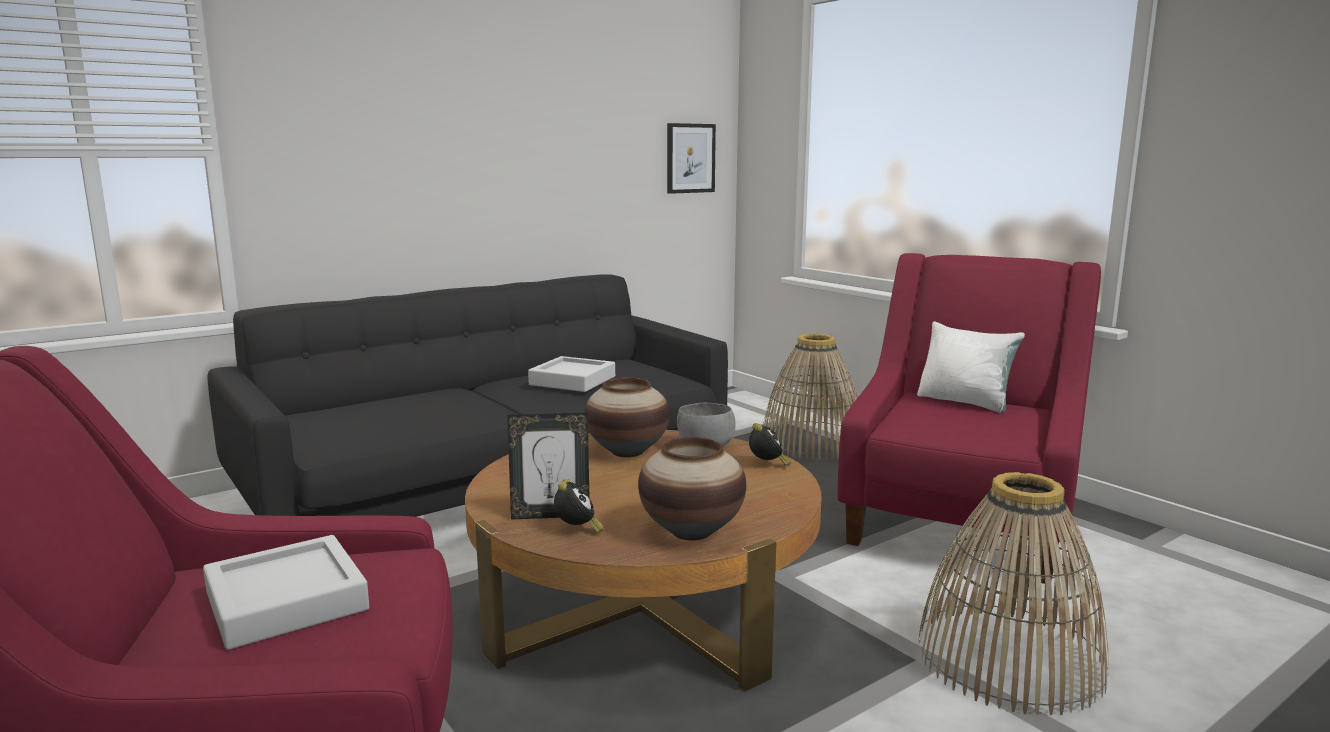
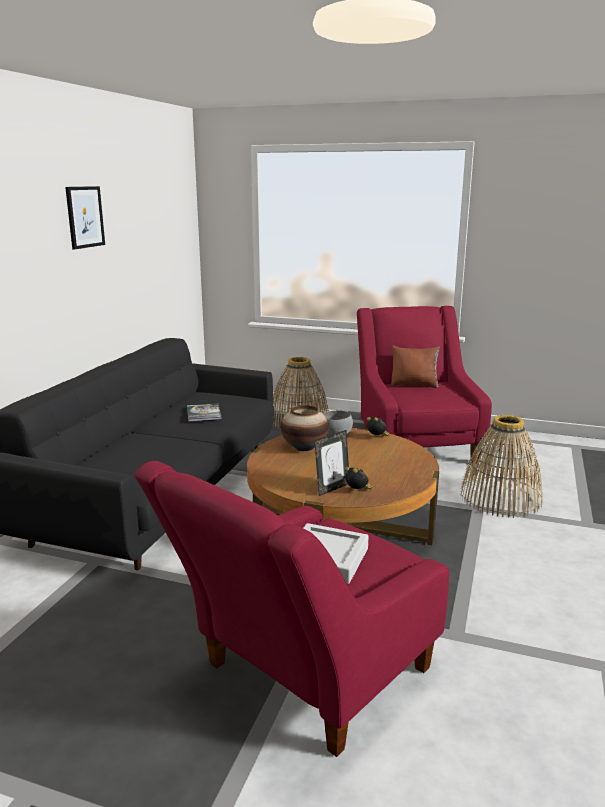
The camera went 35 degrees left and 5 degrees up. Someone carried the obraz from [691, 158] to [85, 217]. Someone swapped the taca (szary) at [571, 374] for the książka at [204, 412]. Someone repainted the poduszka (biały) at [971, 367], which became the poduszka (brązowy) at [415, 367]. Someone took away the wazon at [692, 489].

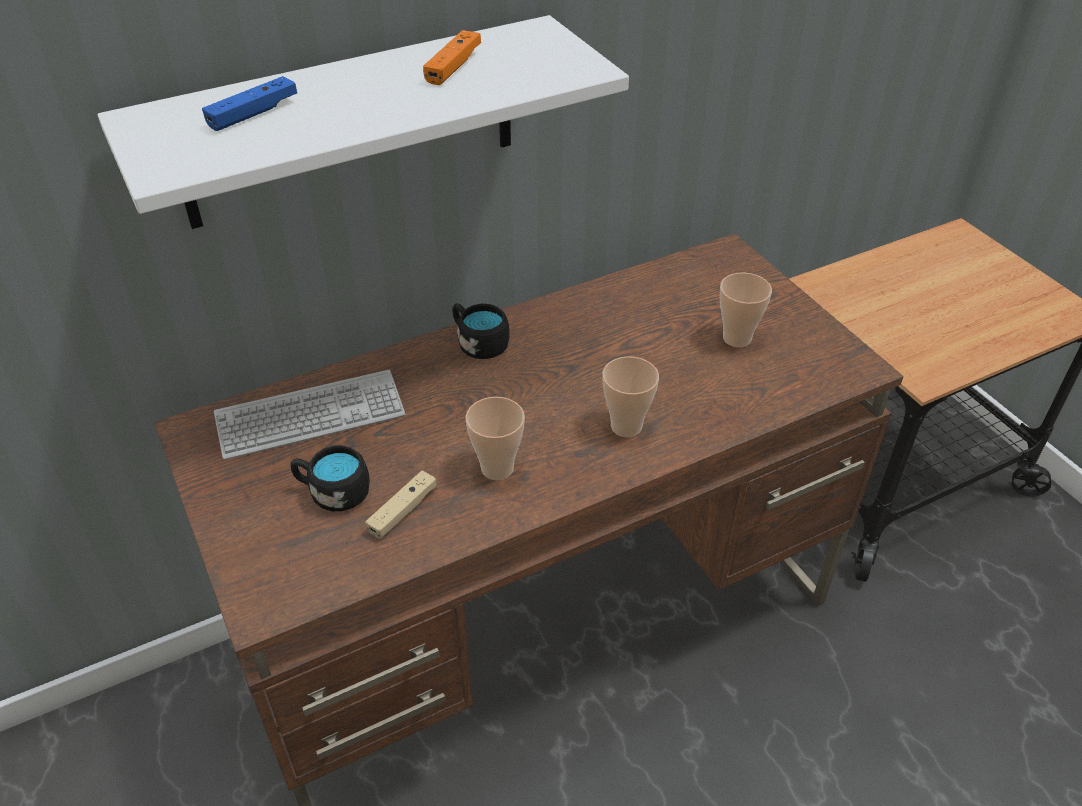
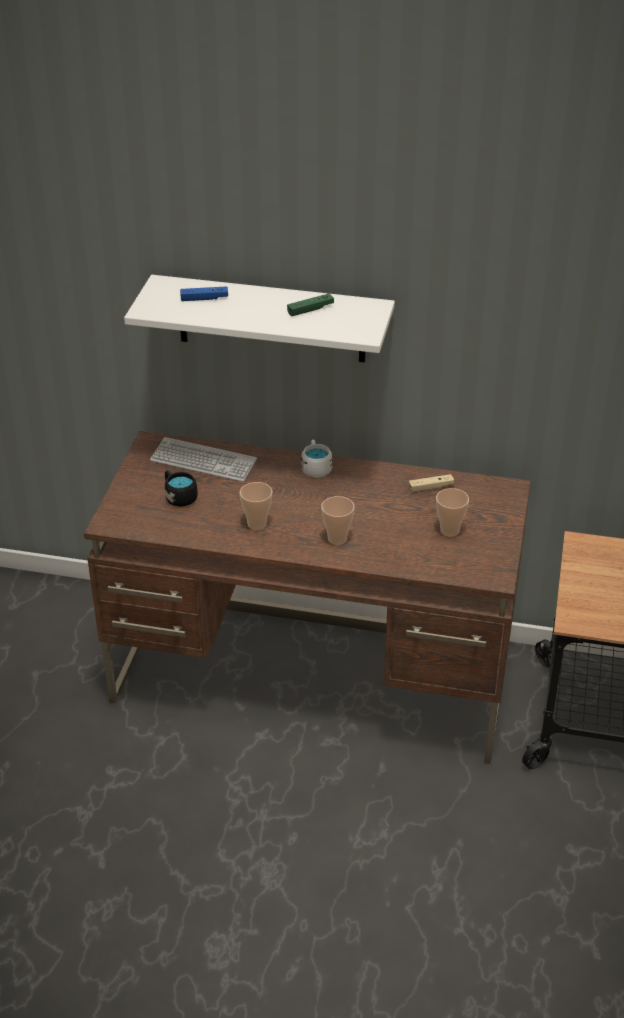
The camera went 40 degrees right and 5 degrees down. Someone repainted the pad do gier (pomarańczowy) at [452, 57], which became the pad do gier (zielony) at [310, 304]. Someone repainted the kubek (czarny) at [481, 331], which became the kubek (biały) at [316, 458]. Someone carried the pad do gier (beżowy) from [401, 505] to [431, 483].

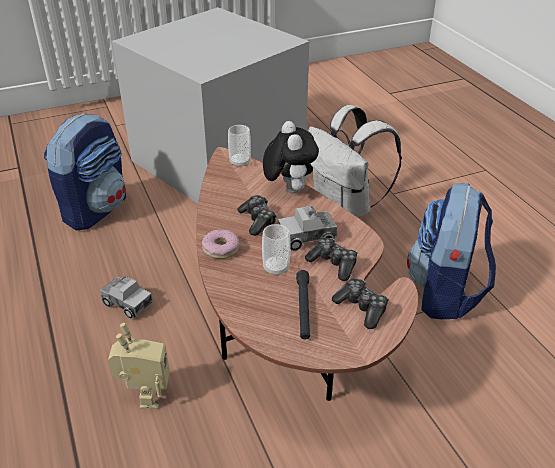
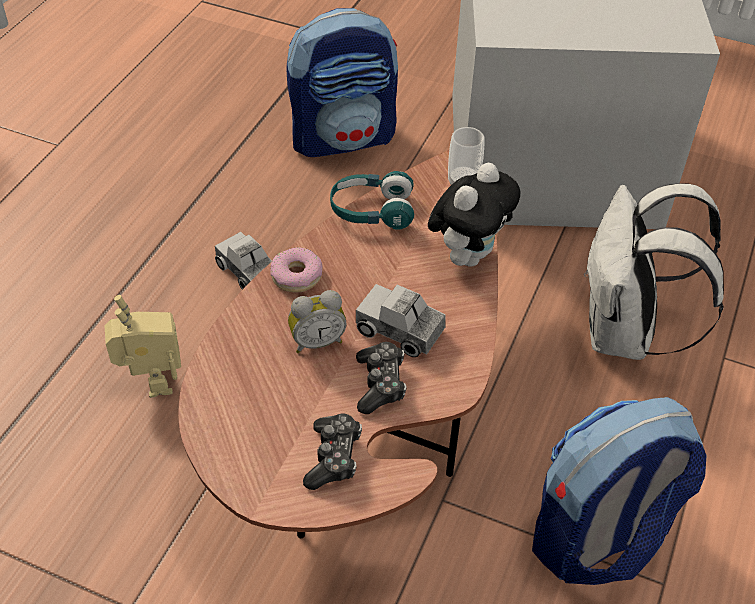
The camera went 45 degrees right and 10 degrees up. Someone rotated the robot zabawkowy at [139, 366] by 60 degrees counterclockwise. Someone rotated the ciężarówka zabawkowa at [126, 297] by 150 degrees clockwise. Someone swapped the filiżanka at [276, 250] for the budzik at [317, 321]. Someone put down the słuchawki (turkusowy) at [372, 200]. Someone took away the pad do gier at [256, 215]. Someone took away the latarka (czarny) at [303, 304].

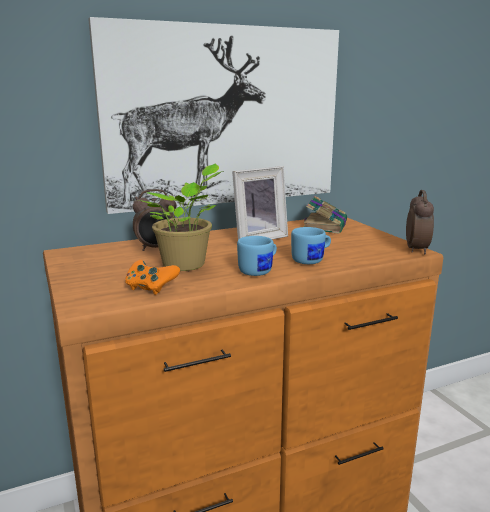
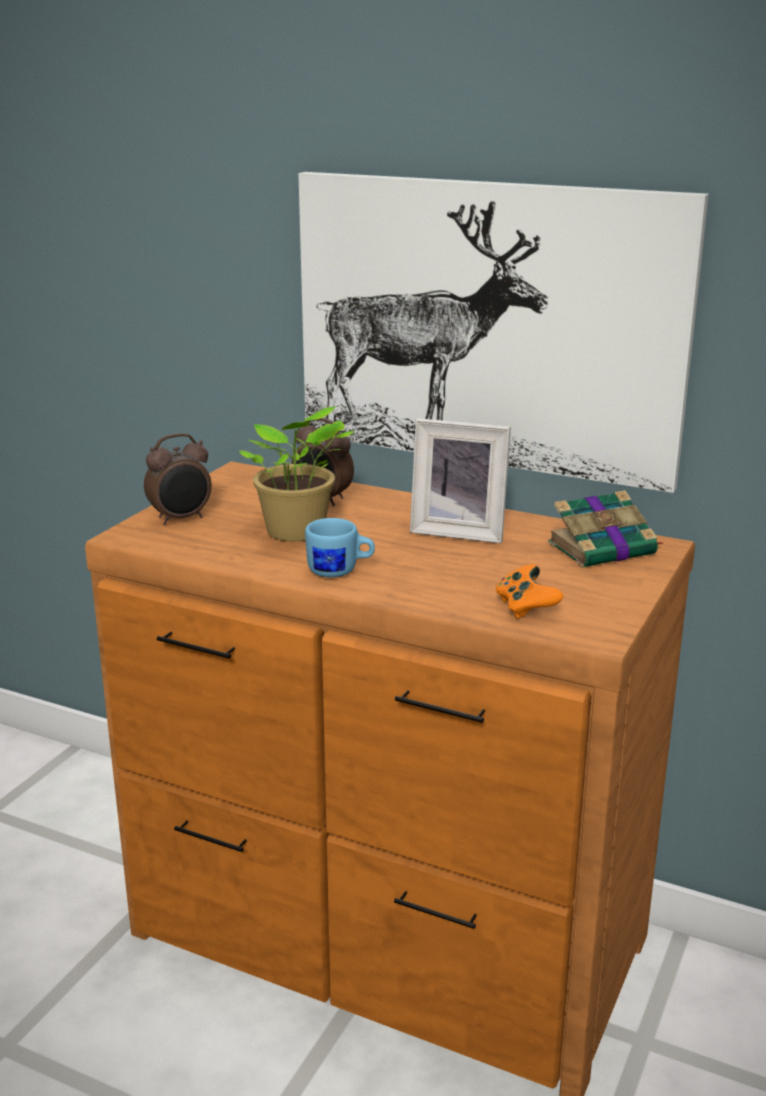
The camera went 50 degrees right and 5 degrees up. Someone carried the budzik from [420, 222] to [178, 479]. Someone carried the pad do gier (pomarańczowy) from [152, 277] to [529, 591]. Someone took away the kubek (niebieski) at [311, 245].

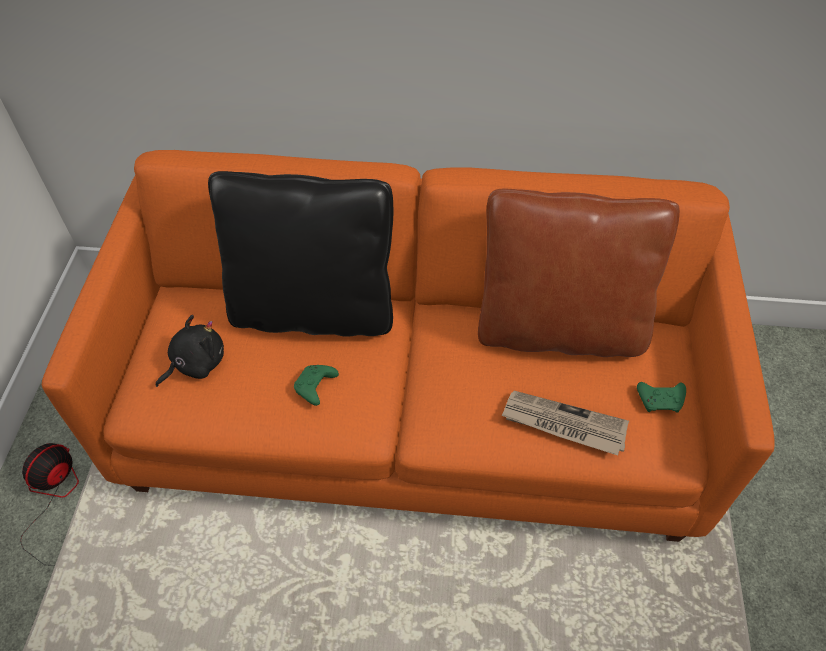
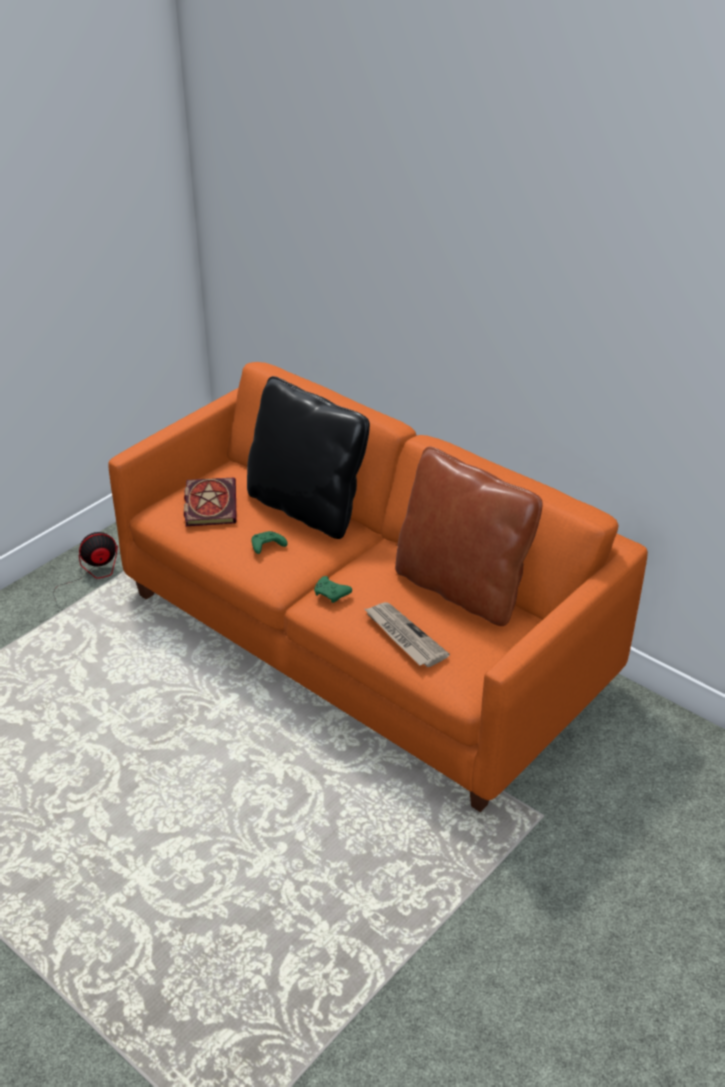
The camera went 35 degrees right and 15 degrees down. Someone swapped the pluszak (czarny) at [190, 351] for the książka at [210, 502]. Someone carried the pad do gier (zielony) from [661, 397] to [333, 589].

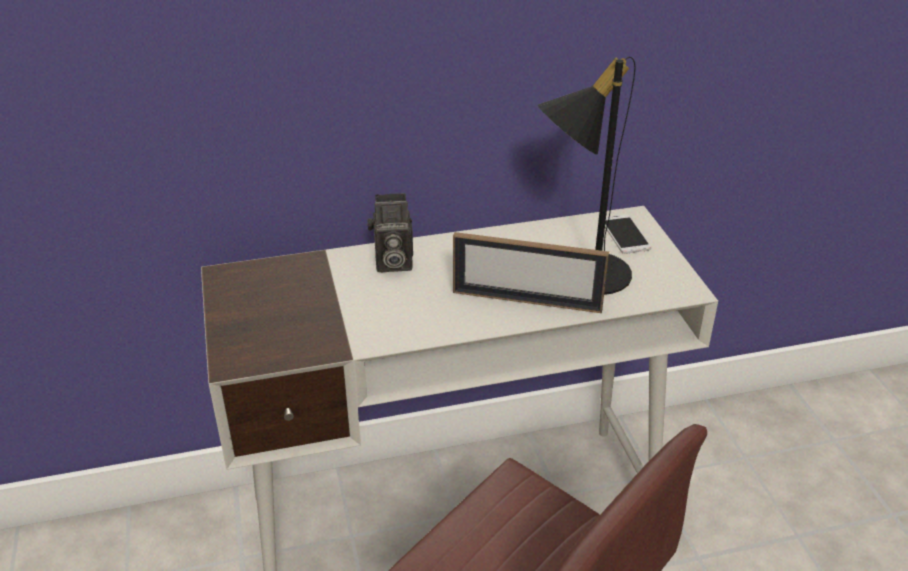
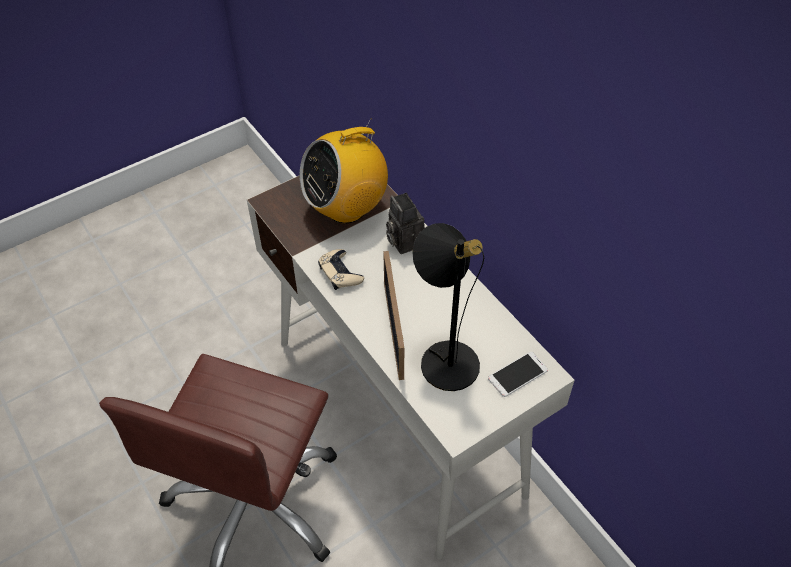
The camera went 70 degrees right and 15 degrees up. Someone put down the radio at [344, 170]. Someone put down the pad do gier (beżowy) at [341, 269].

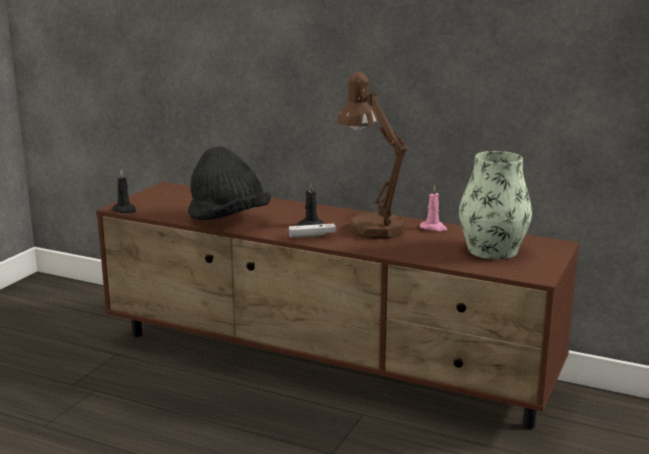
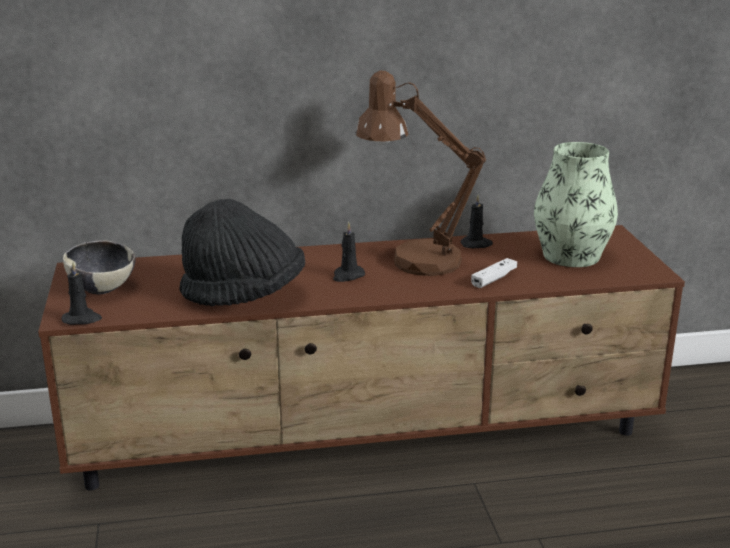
The camera went 35 degrees left and 5 degrees up. Someone put down the miska at [99, 267]. Someone repainted the świeca (różowy) at [433, 208], which became the świeca (czarny) at [476, 221]. Someone carried the pad do gier (biały) from [312, 231] to [494, 273].

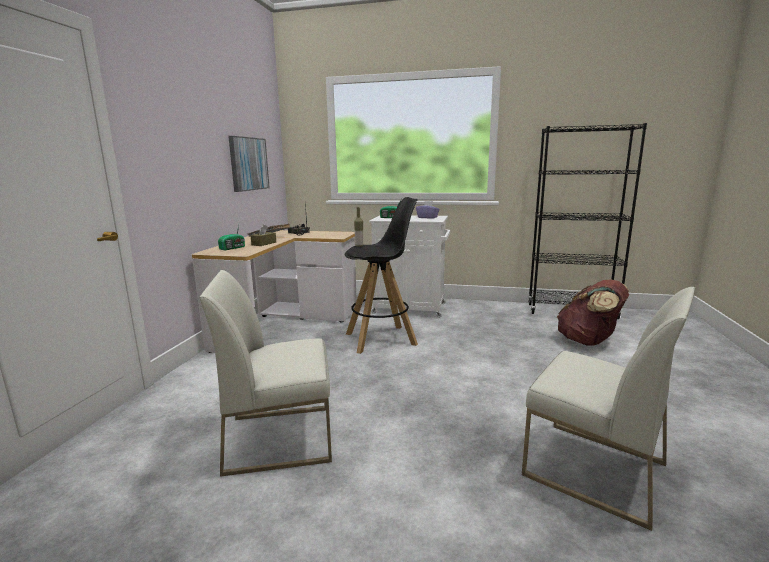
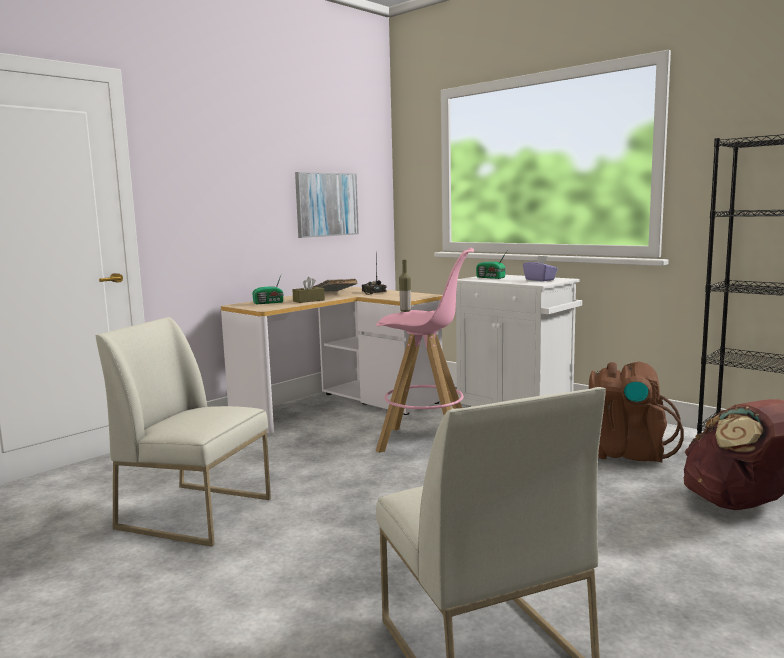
The camera went 30 degrees right and 5 degrees down. Someone repainted the stołek (czarny) at [381, 275], which became the stołek (różowy) at [425, 350]. Someone put down the plecak (brązowy) at [636, 412].

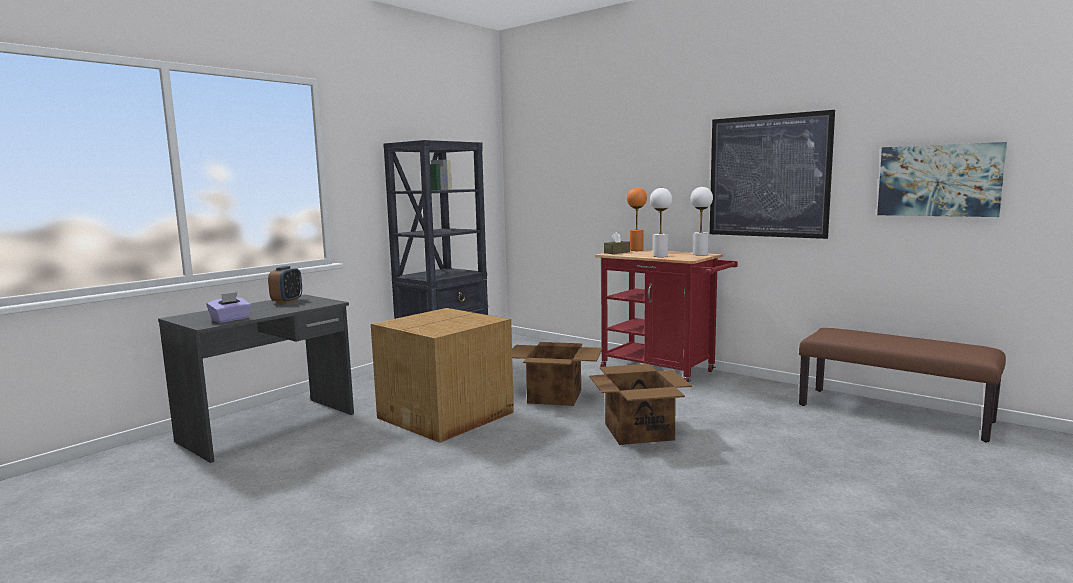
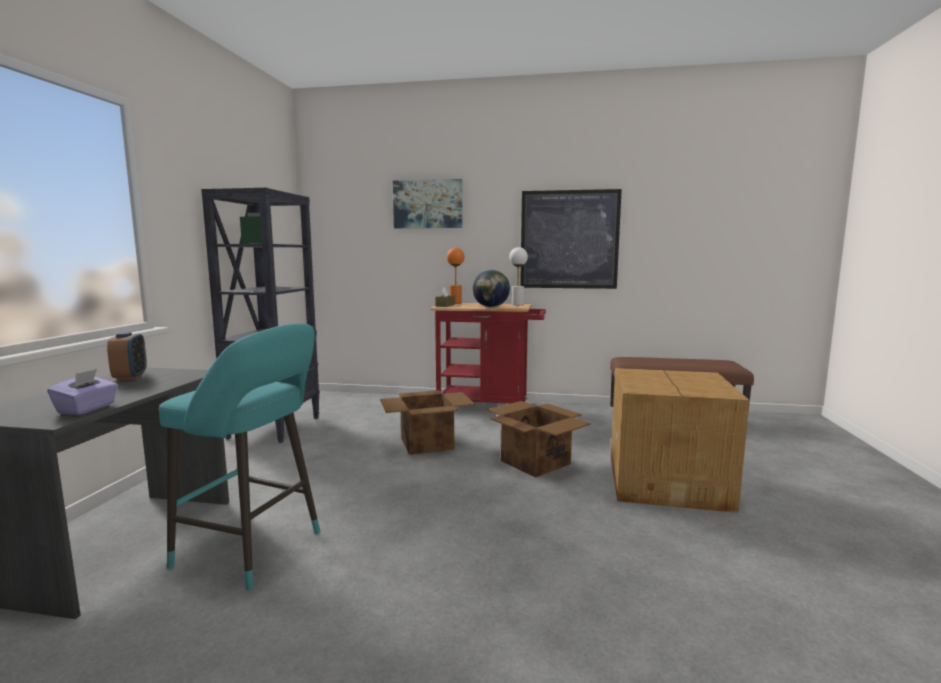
The camera went 30 degrees left and 0 degrees up. Someone put down the stołek (turkusowy) at [239, 456]. Someone carried the obraz from [942, 179] to [427, 203]. Someone swapped the lampa stołowa (biały) at [661, 222] for the globus at [491, 288]. Someone carried the karton from [442, 375] to [680, 440].

